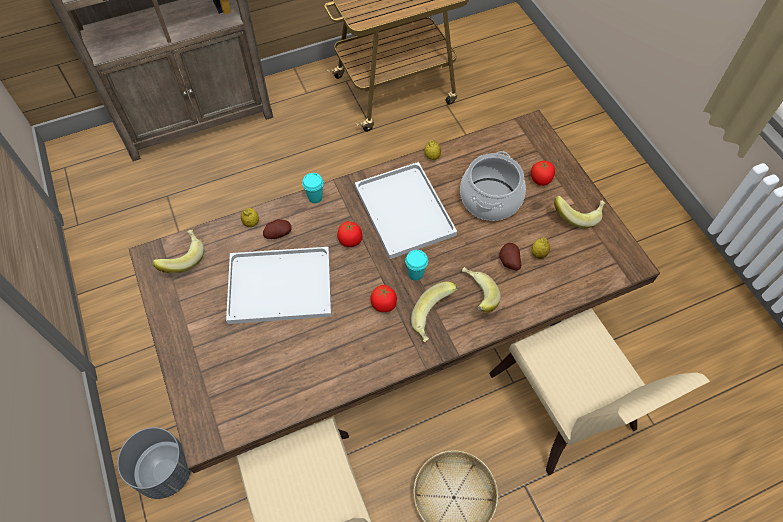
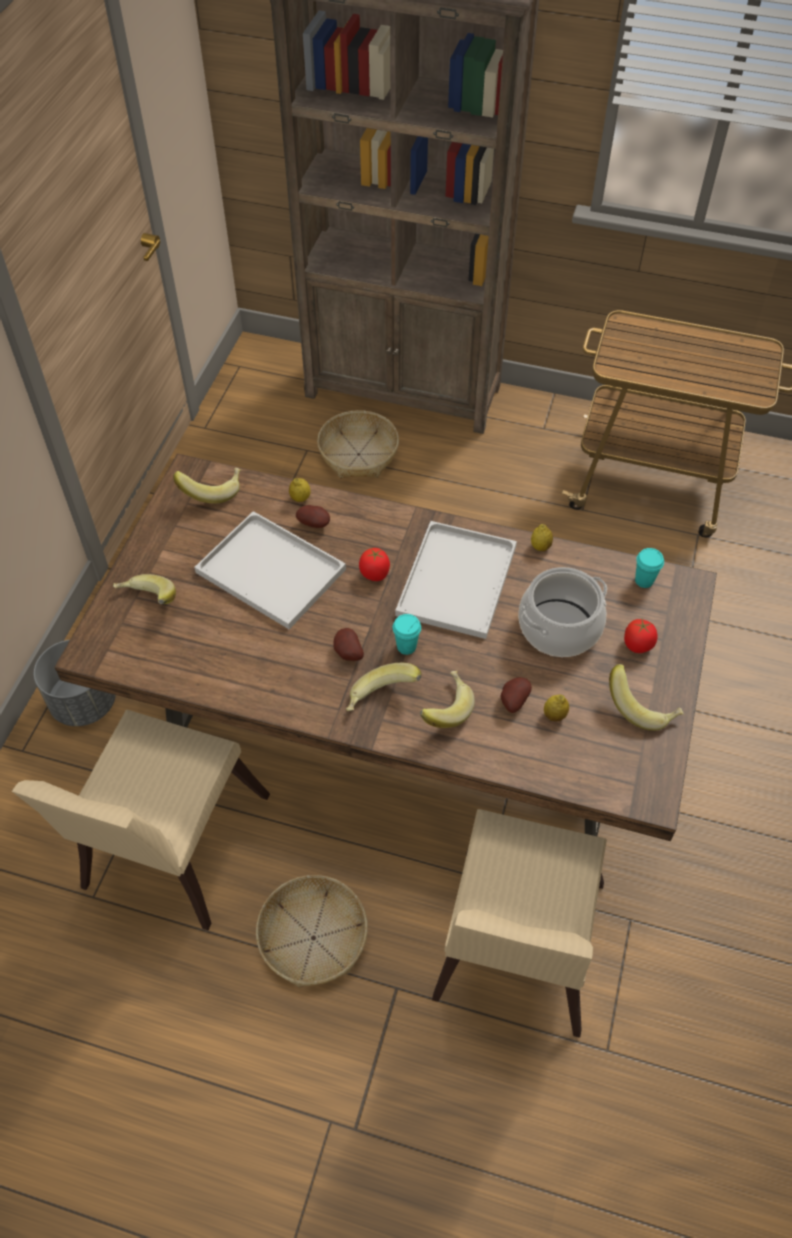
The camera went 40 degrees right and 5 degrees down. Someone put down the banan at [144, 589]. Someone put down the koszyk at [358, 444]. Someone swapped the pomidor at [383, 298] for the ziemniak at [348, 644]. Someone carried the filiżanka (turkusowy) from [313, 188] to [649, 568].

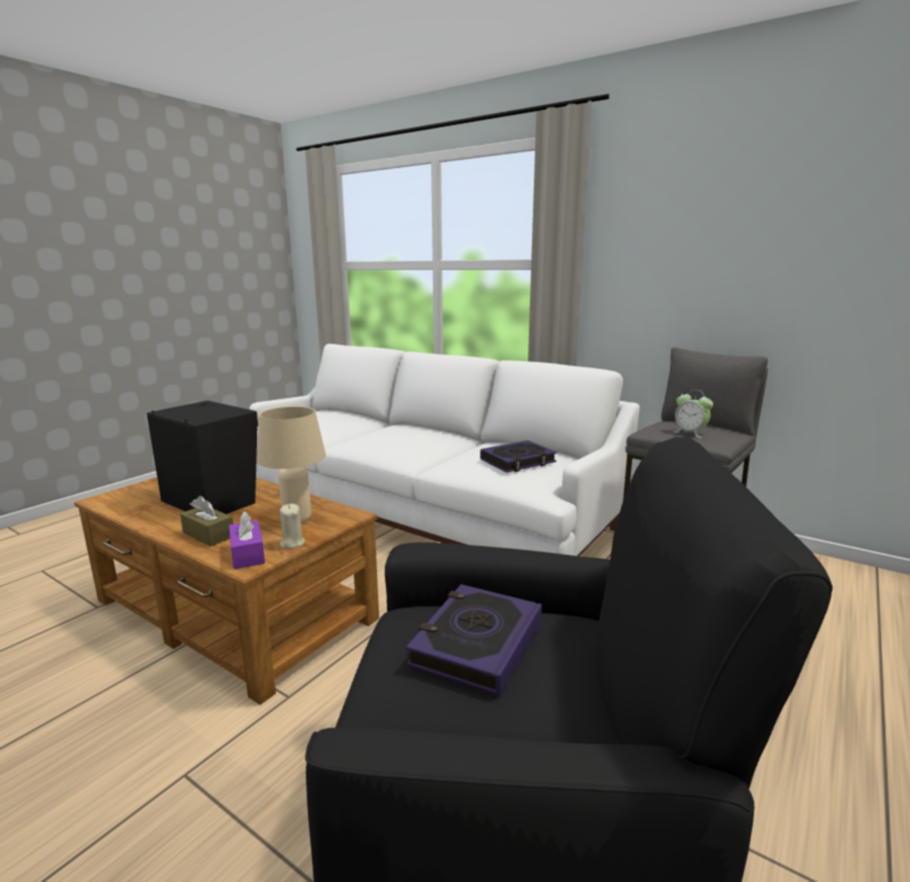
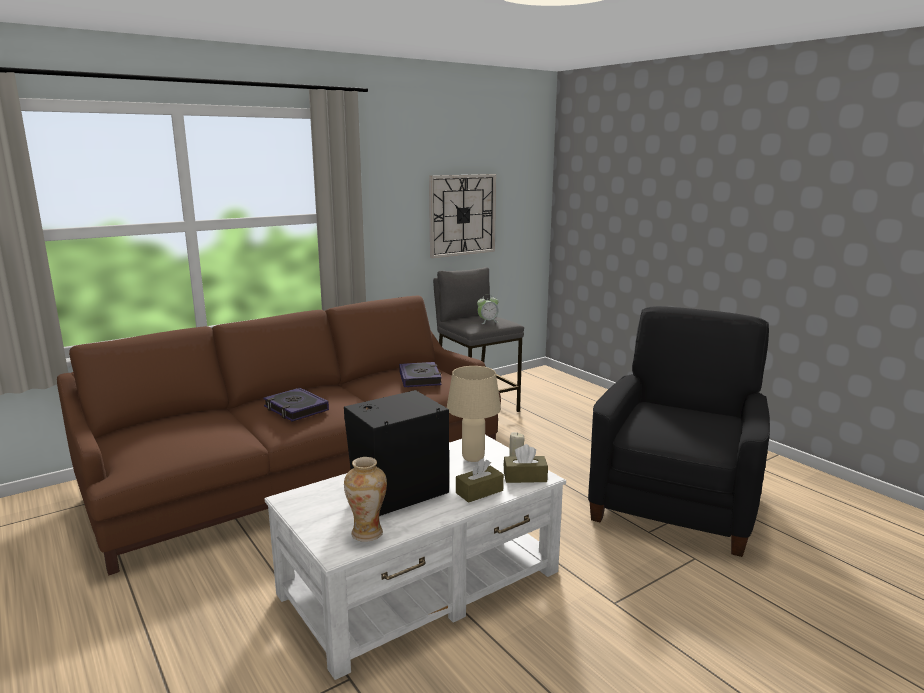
The camera went 70 degrees left and 0 degrees up. Someone repainted the kanapa (biały) at [444, 450], which became the kanapa (brązowy) at [279, 435]. Someone carried the książka from [474, 640] to [296, 405]. Someone repainted the ława (brązowy) at [226, 591], which became the ława (biały) at [415, 557]. Someone put down the wazon at [365, 499]. Someone put up the zegar ścienny at [462, 216]. Someone repainted the pudełko chusteczek (fioletowy) at [247, 540], which became the pudełko chusteczek (brązowy) at [526, 463].

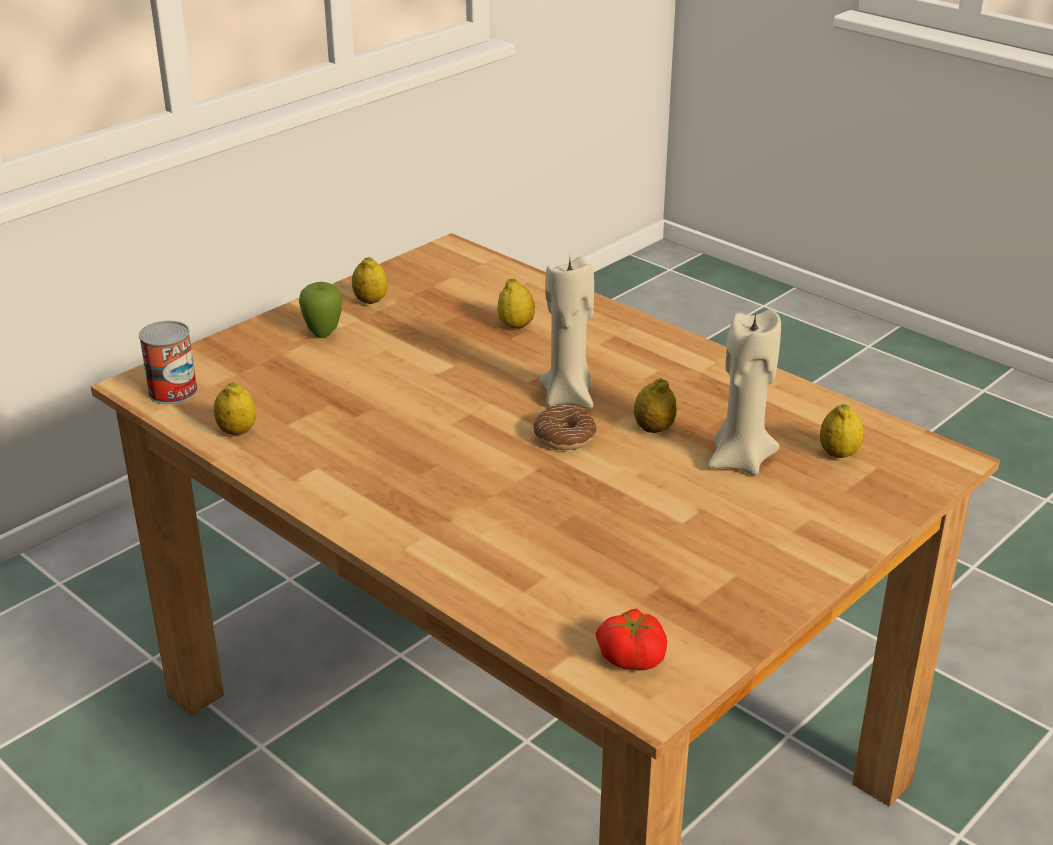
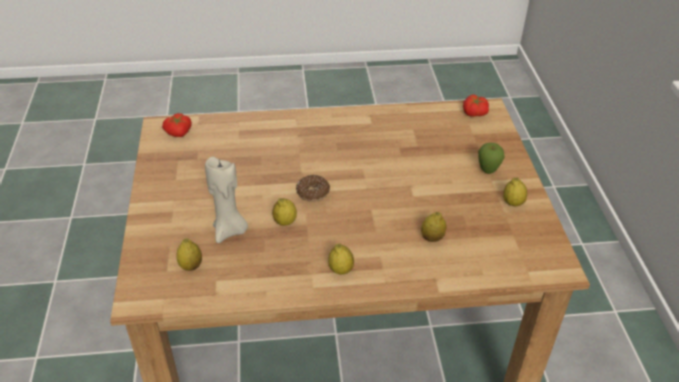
The camera went 130 degrees right and 10 degrees up. Someone carried the cytryna from [235, 408] to [341, 259]. Someone swapped the puszka at [168, 362] for the pomidor at [476, 106]. Someone took away the świeca (beżowy) at [567, 332].

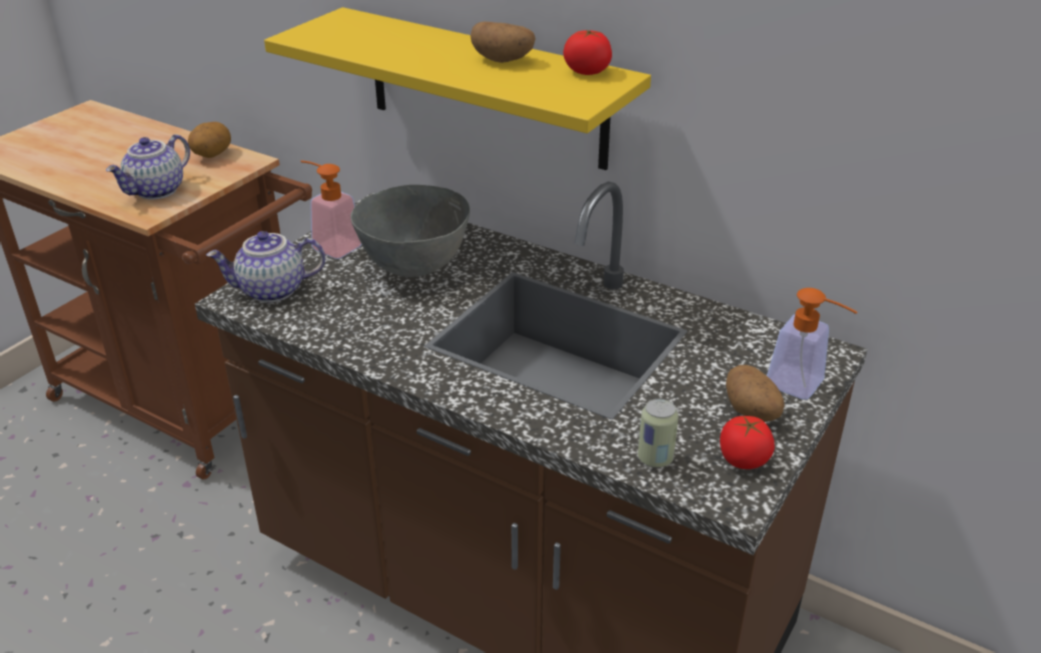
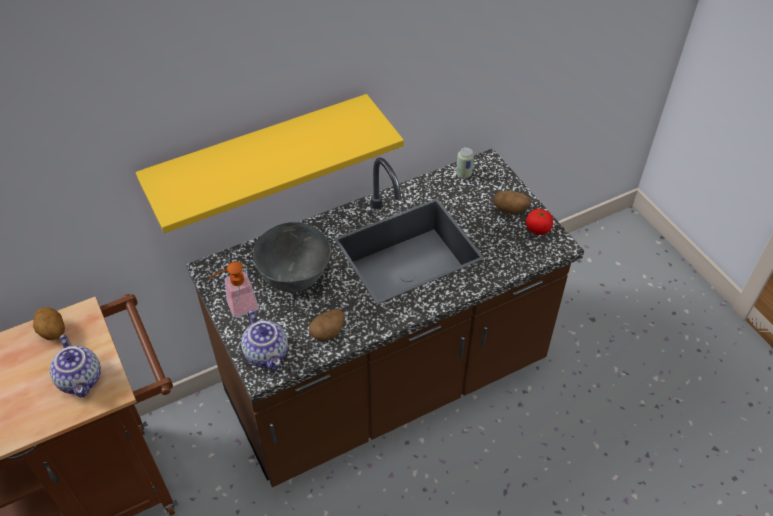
The camera went 60 degrees left and 15 degrees up. Someone rotated the imbryk at [265, 267] by 45 degrees counterclockwise. Someone carried the ziemniak from [503, 42] to [327, 325]. Someone carried the puszka from [658, 433] to [465, 162]. Someone took away the pomidor at [587, 52]. Someone took away the dozownik mydła at [812, 344].

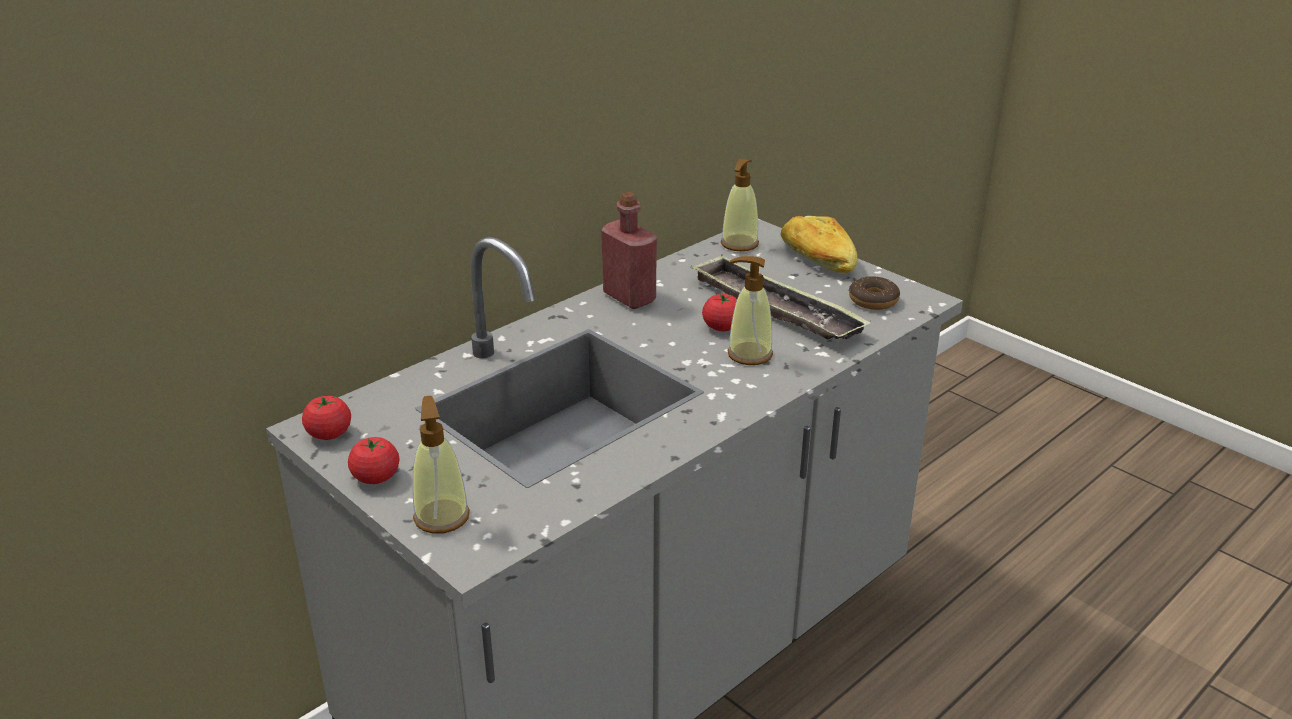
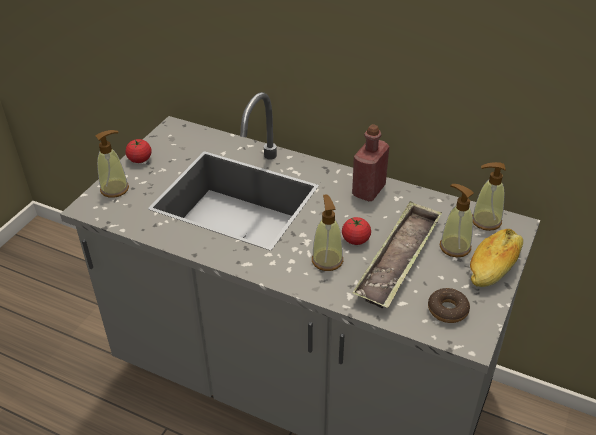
The camera went 70 degrees right and 10 degrees up. Someone put down the dozownik mydła at [457, 221]. Someone took away the pomidor at [326, 417].

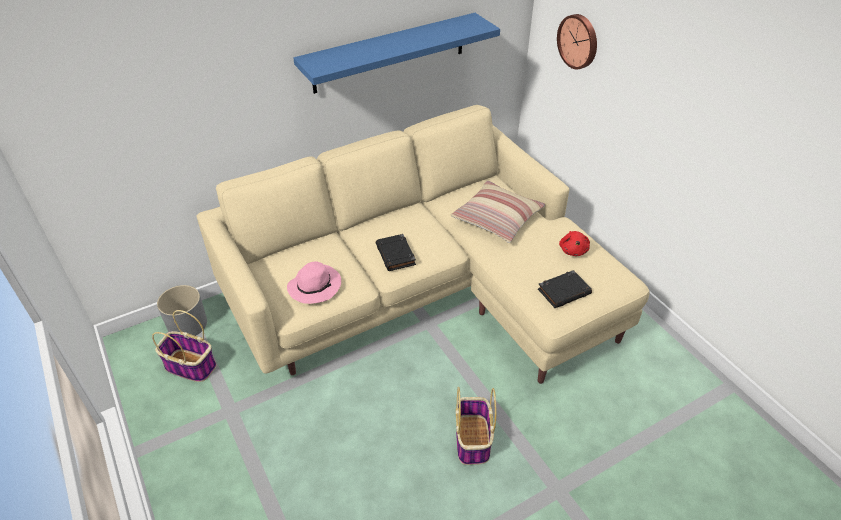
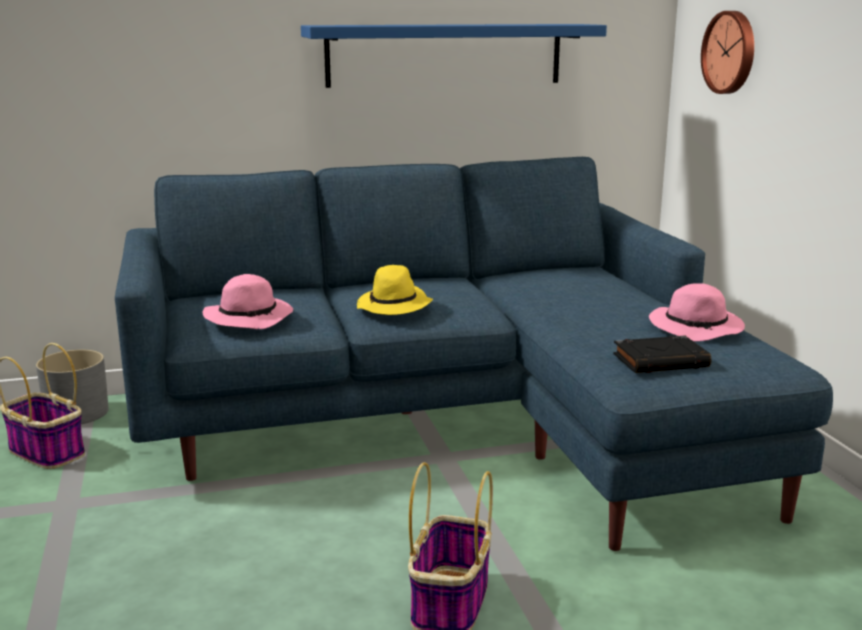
The camera went 15 degrees right and 25 degrees down. Someone repainted the kanapa (beżowy) at [423, 244], which became the kanapa (niebieski) at [474, 354]. Someone swapped the książka (czarny) at [396, 252] for the kapelusz (żółty) at [395, 290]. Someone swapped the pluszak (czerwony) at [574, 243] for the kapelusz (różowy) at [697, 312]. Someone took away the poduszka at [498, 212].

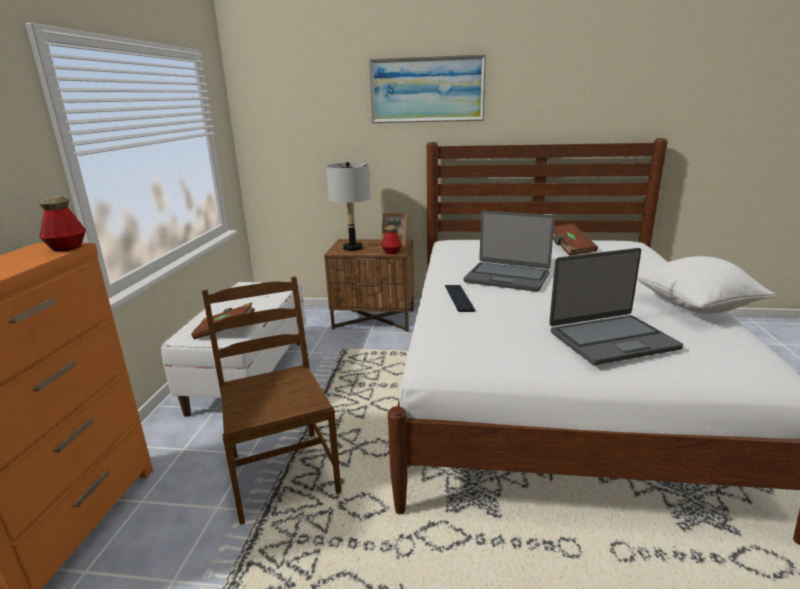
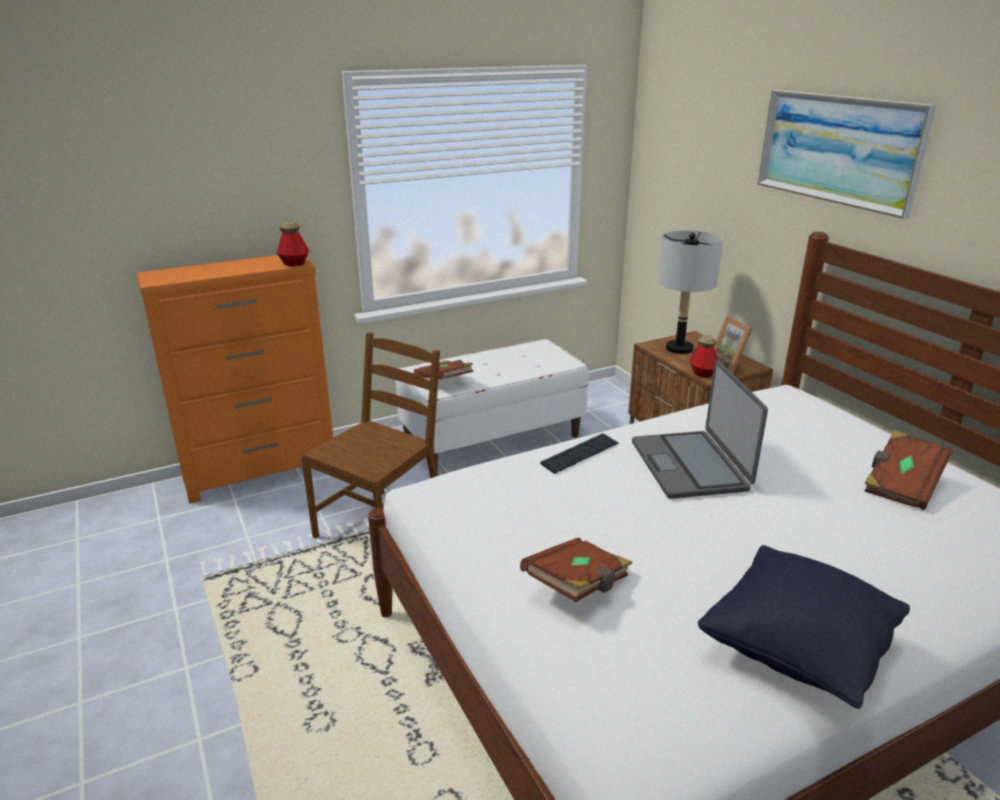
The camera went 55 degrees right and 5 degrees up. Someone swapped the laptop at [616, 306] for the książka (brązowy) at [576, 569]. Someone repainted the poduszka (biały) at [706, 285], which became the poduszka (czarny) at [804, 627].

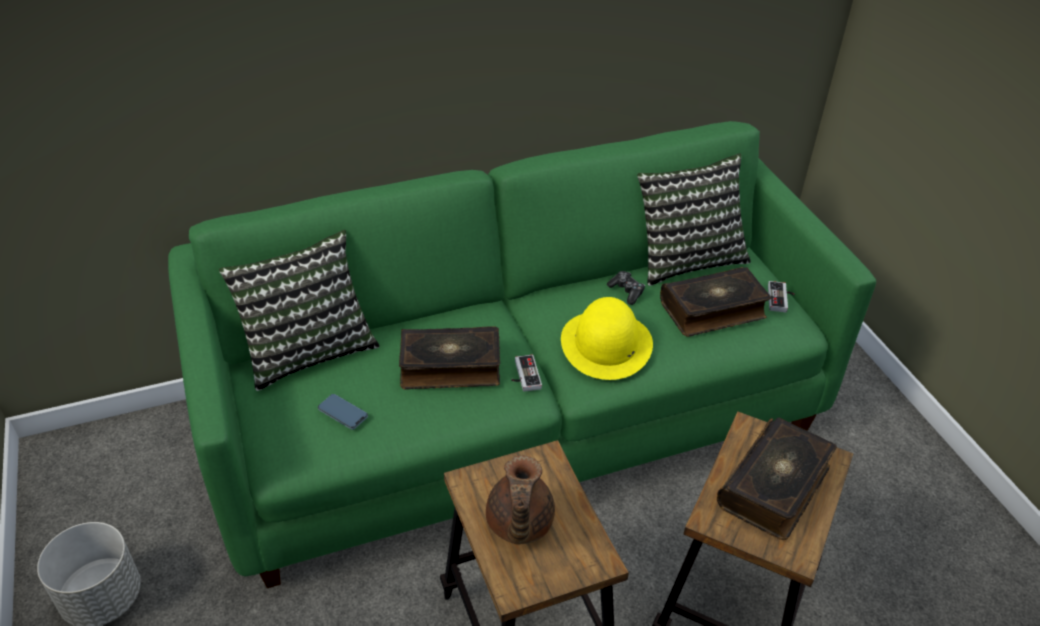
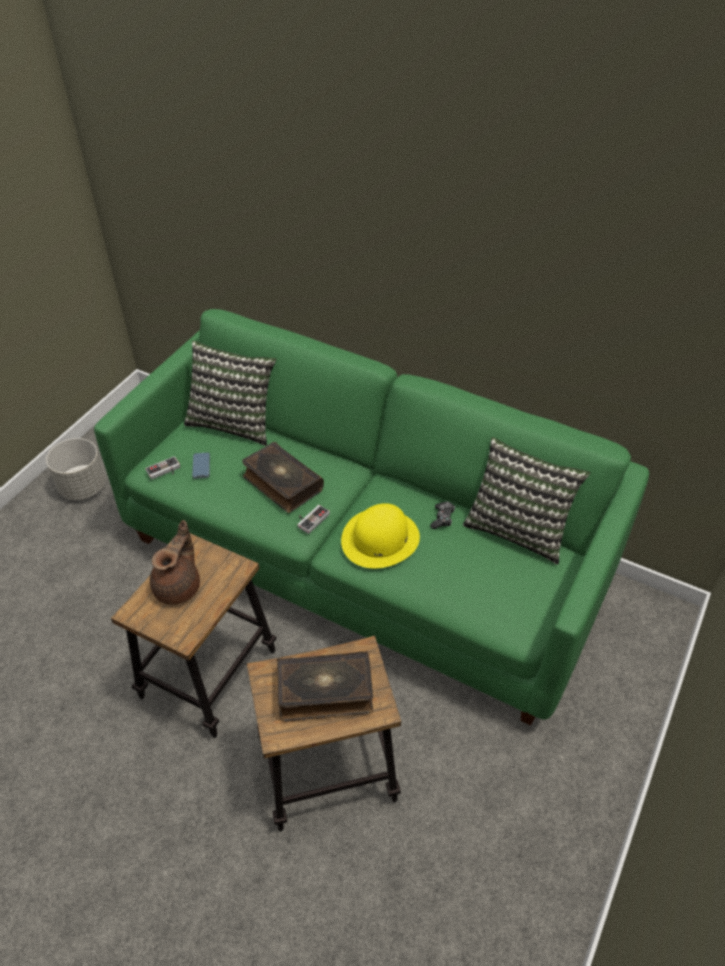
The camera went 50 degrees right and 5 degrees up. Someone carried the pad do gier from [781, 296] to [162, 467]. Someone rotated the imbryk (brązowy) at [520, 500] by 150 degrees clockwise. Someone took away the książka at [715, 302].

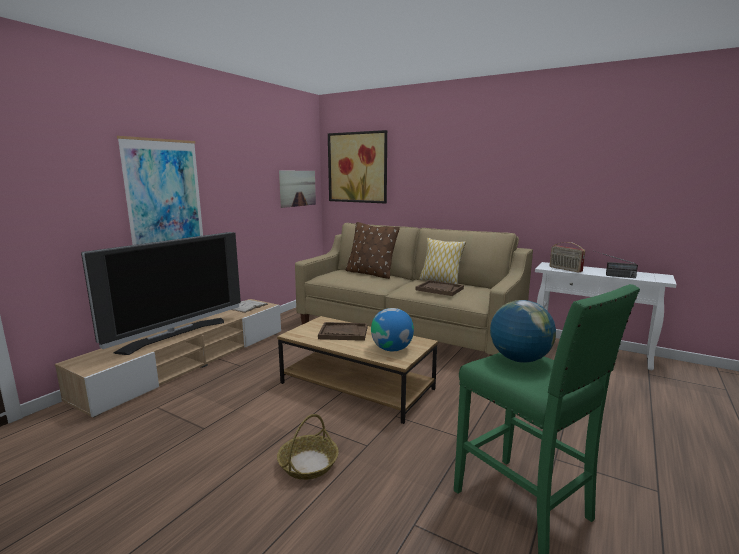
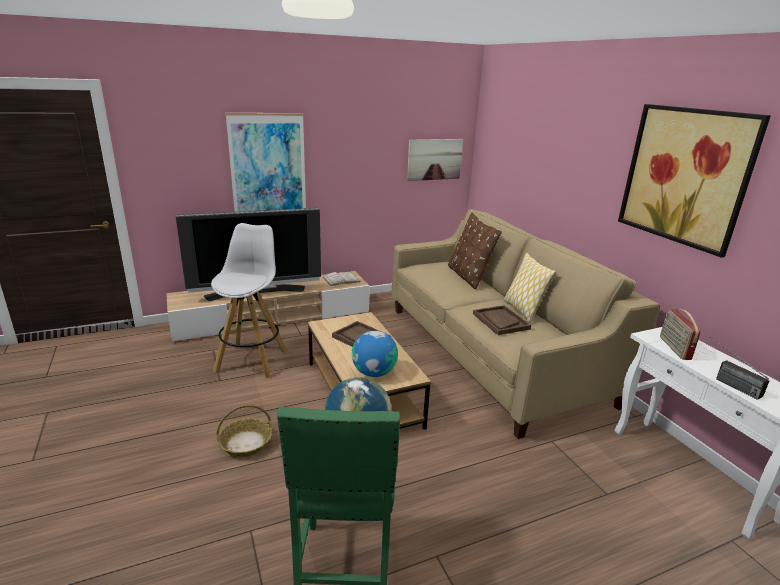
The camera went 35 degrees right and 10 degrees up. Someone put down the stołek (biały) at [249, 300]. Someone carried the obraz from [357, 166] to [694, 180].

